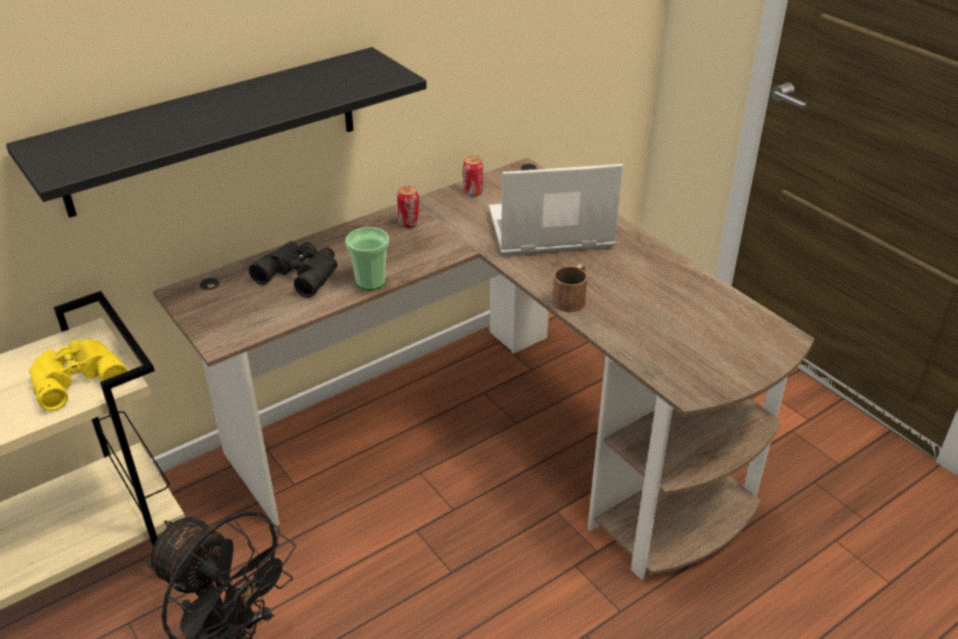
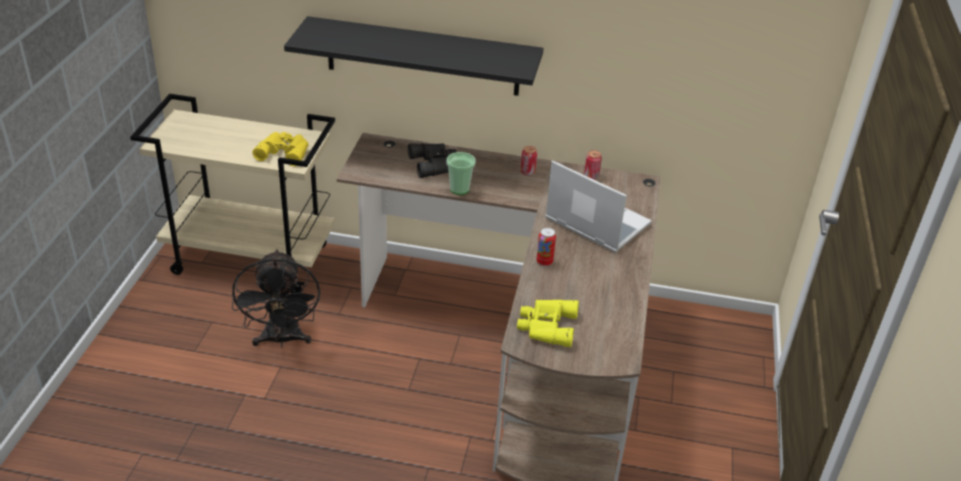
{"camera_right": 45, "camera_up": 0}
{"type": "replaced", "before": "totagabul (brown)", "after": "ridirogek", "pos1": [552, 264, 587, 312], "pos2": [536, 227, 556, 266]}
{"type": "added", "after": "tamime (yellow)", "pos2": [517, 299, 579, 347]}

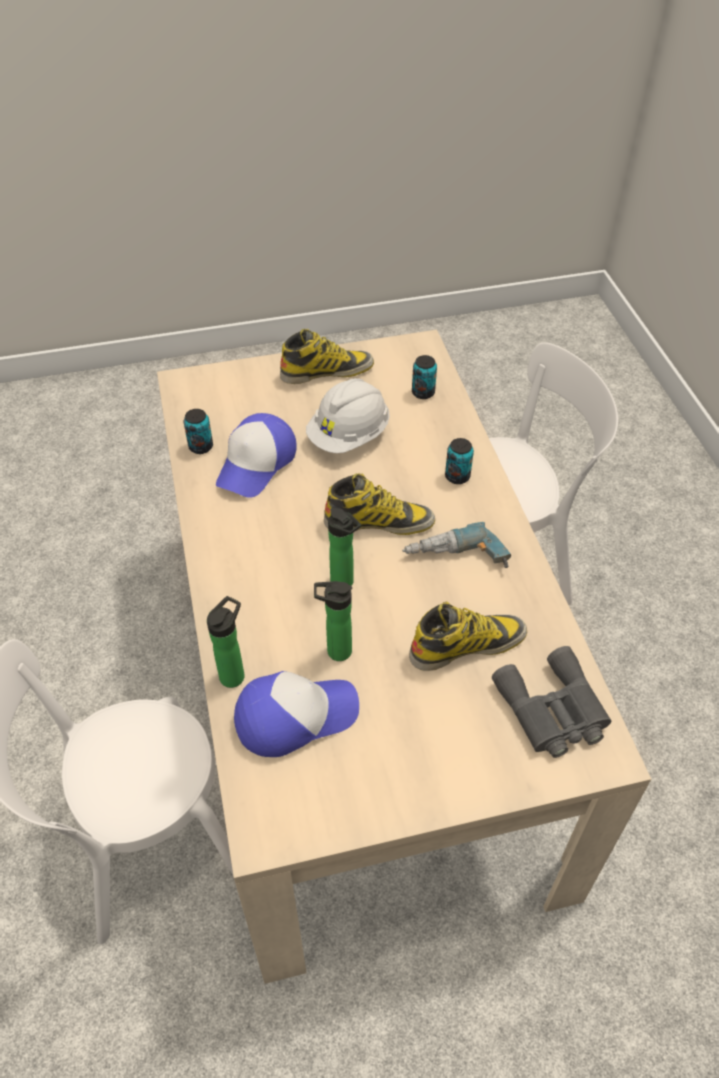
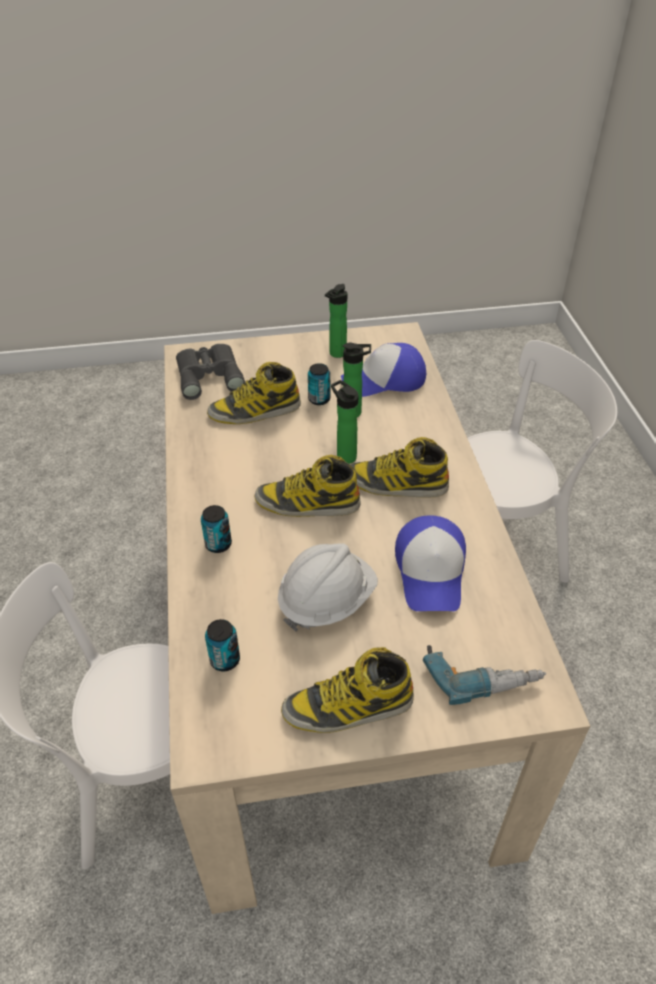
{"camera_right": -175, "camera_up": -5}
{"type": "moved", "before": "ridirogek", "pos1": [184, 409, 213, 454], "pos2": [308, 363, 330, 405]}
{"type": "turned", "before": "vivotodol", "pos1": [216, 413, 297, 497], "pos2": [395, 515, 466, 611], "turn": 150}
{"type": "moved", "before": "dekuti", "pos1": [402, 522, 511, 568], "pos2": [423, 645, 546, 705]}
{"type": "moved", "before": "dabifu", "pos1": [207, 596, 244, 688], "pos2": [325, 284, 347, 358]}
{"type": "added", "after": "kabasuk", "pos2": [350, 437, 449, 498]}

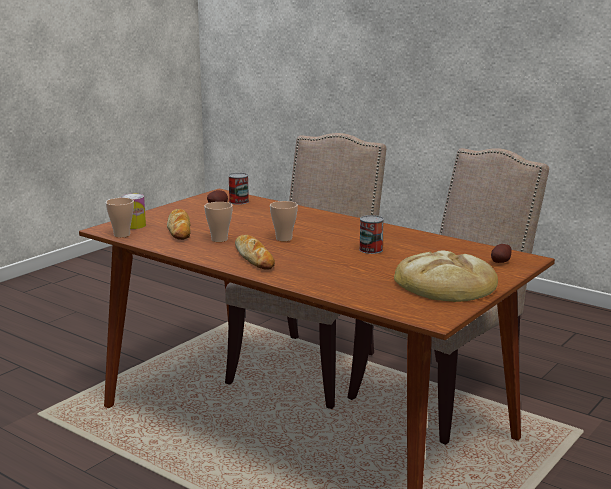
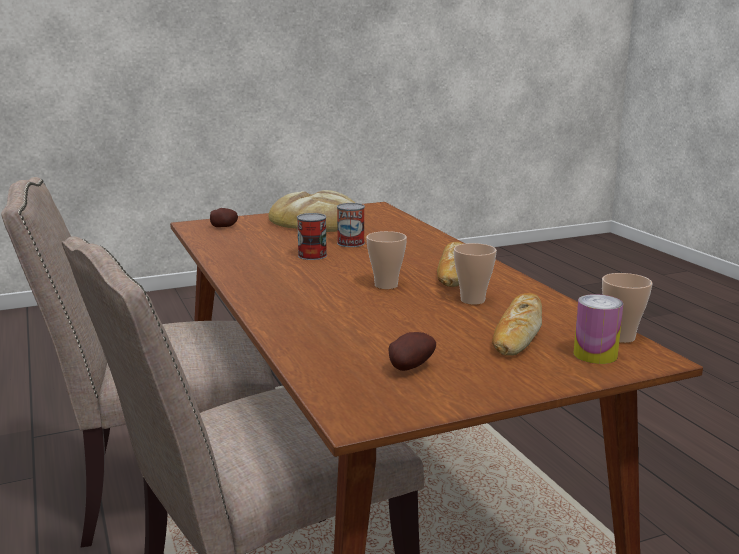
{"camera_right": -150, "camera_up": 0}
{"type": "moved", "before": "ridirogek", "pos1": [228, 173, 249, 205], "pos2": [337, 203, 365, 247]}

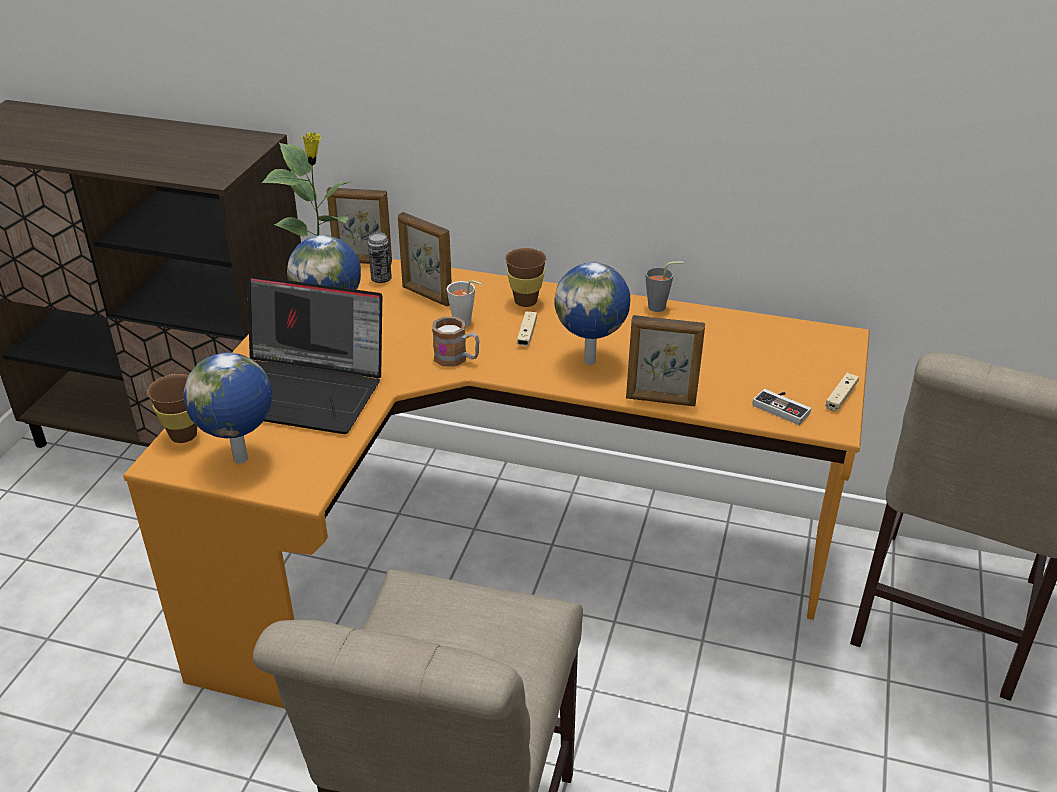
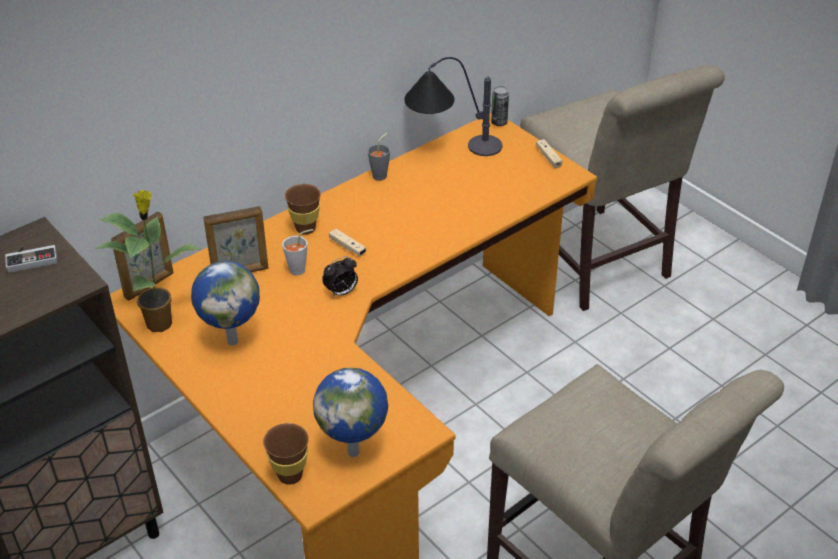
{"camera_right": -55, "camera_up": 5}
{"type": "moved", "before": "ridirogek", "pos1": [368, 232, 392, 283], "pos2": [491, 86, 509, 126]}
{"type": "removed", "before": "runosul", "pos1": [554, 263, 630, 365]}
{"type": "removed", "before": "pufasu", "pos1": [247, 275, 382, 434]}
{"type": "removed", "before": "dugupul", "pos1": [626, 315, 705, 406]}
{"type": "replaced", "before": "totagabul", "after": "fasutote", "pos1": [432, 316, 479, 367], "pos2": [322, 256, 358, 298]}
{"type": "moved", "before": "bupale", "pos1": [752, 389, 811, 425], "pos2": [5, 245, 57, 273]}
{"type": "added", "after": "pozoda", "pos2": [404, 57, 502, 156]}

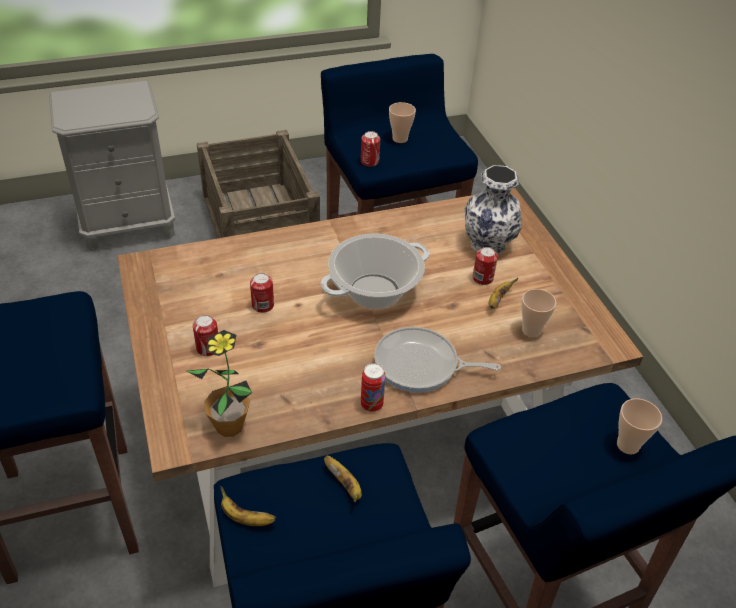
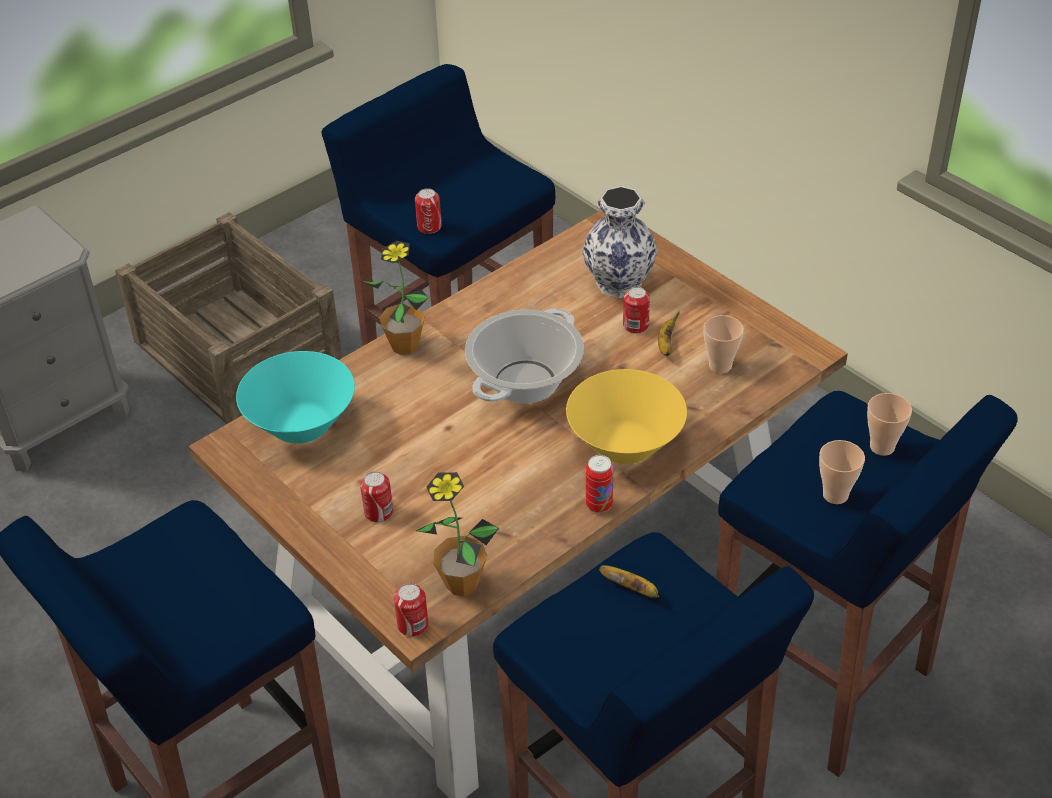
{"camera_right": -20, "camera_up": 0}
{"type": "moved", "before": "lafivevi", "pos1": [389, 102, 416, 143], "pos2": [819, 440, 865, 504]}
{"type": "moved", "before": "ridirogek", "pos1": [250, 273, 274, 313], "pos2": [394, 583, 428, 637]}
{"type": "replaced", "before": "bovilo", "after": "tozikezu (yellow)", "pos1": [374, 327, 501, 393], "pos2": [566, 369, 687, 464]}
{"type": "removed", "before": "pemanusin", "pos1": [220, 486, 276, 526]}
{"type": "added", "after": "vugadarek", "pos2": [362, 241, 428, 355]}
{"type": "added", "after": "tozikezu (turquoise)", "pos2": [236, 351, 355, 444]}

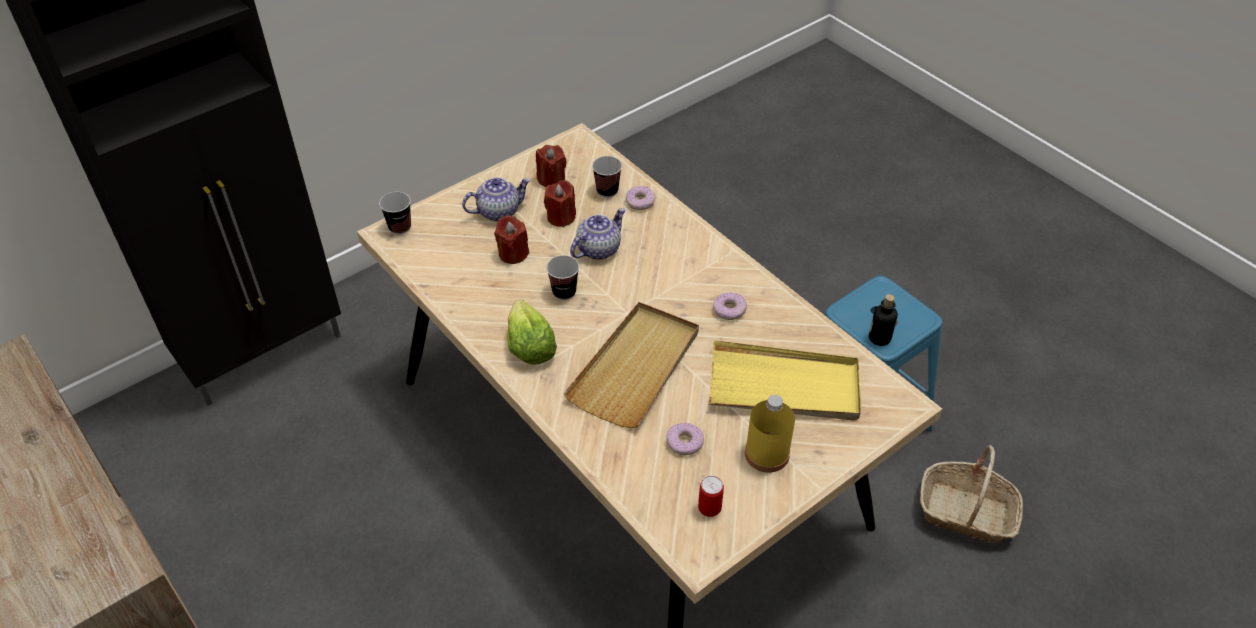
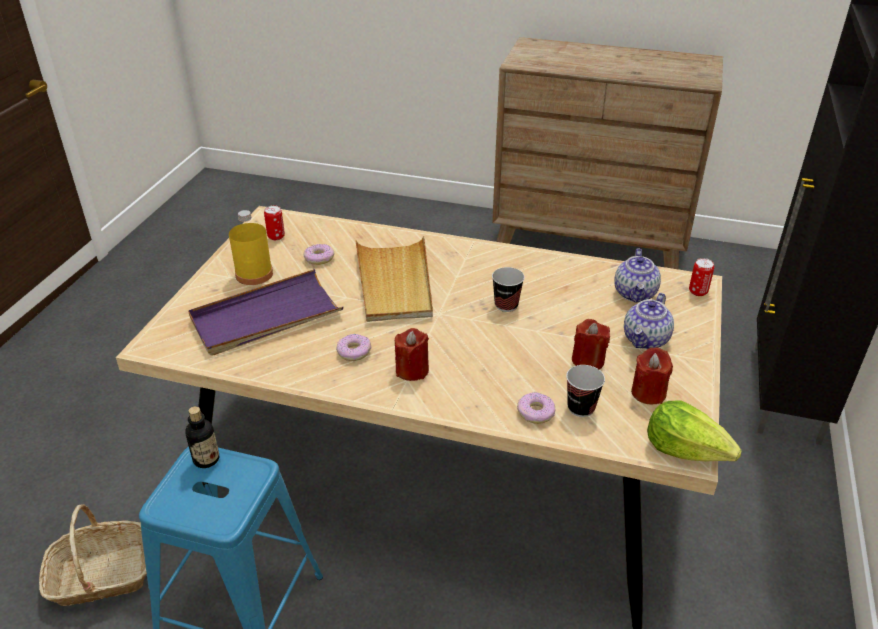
{"camera_right": 145, "camera_up": -10}
{"type": "replaced", "before": "lafivevi", "after": "ridirogek", "pos1": [379, 192, 411, 234], "pos2": [689, 258, 714, 296]}
{"type": "moved", "before": "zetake", "pos1": [570, 208, 626, 260], "pos2": [614, 248, 661, 303]}
{"type": "moved", "before": "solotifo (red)", "pos1": [494, 215, 529, 264], "pos2": [395, 328, 429, 381]}
{"type": "moved", "before": "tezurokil", "pos1": [507, 300, 557, 365], "pos2": [647, 400, 742, 461]}
{"type": "recoloured", "before": "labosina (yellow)", "after": "labosina (purple)", "pos1": [709, 340, 861, 421], "pos2": [188, 269, 343, 355]}

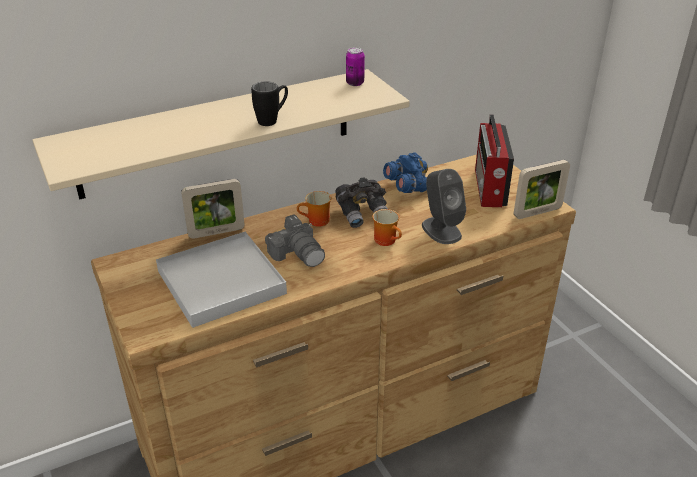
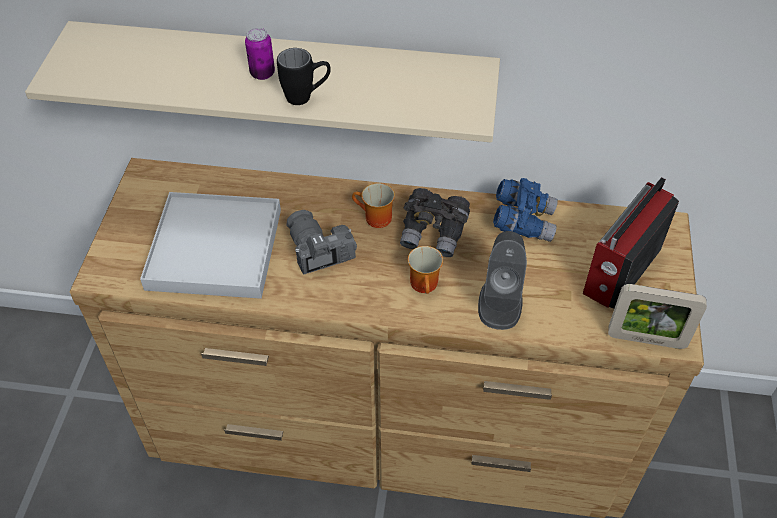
{"camera_right": 35, "camera_up": 15}
{"type": "moved", "before": "ridirogek", "pos1": [346, 47, 365, 86], "pos2": [245, 28, 275, 80]}
{"type": "removed", "before": "dugupul", "pos1": [181, 179, 245, 239]}
{"type": "turned", "before": "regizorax", "pos1": [265, 215, 325, 267], "pos2": [286, 210, 357, 275], "turn": 150}

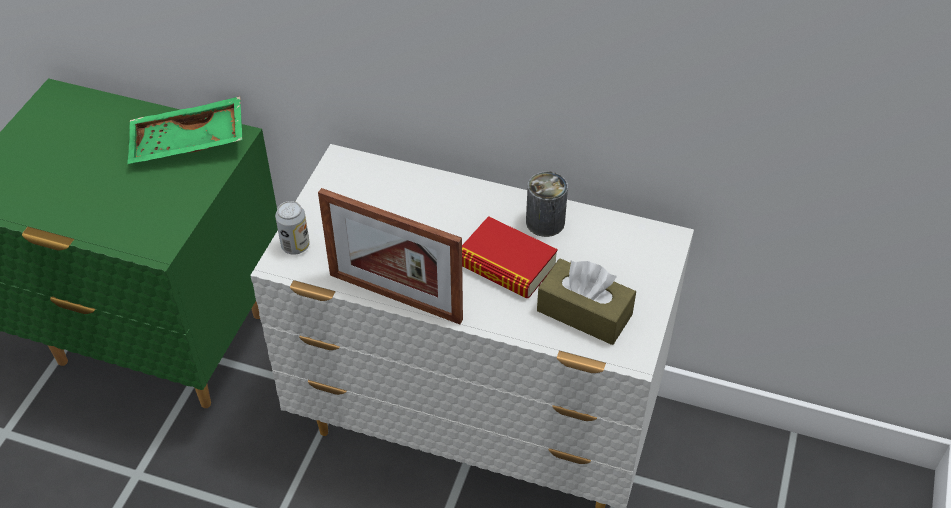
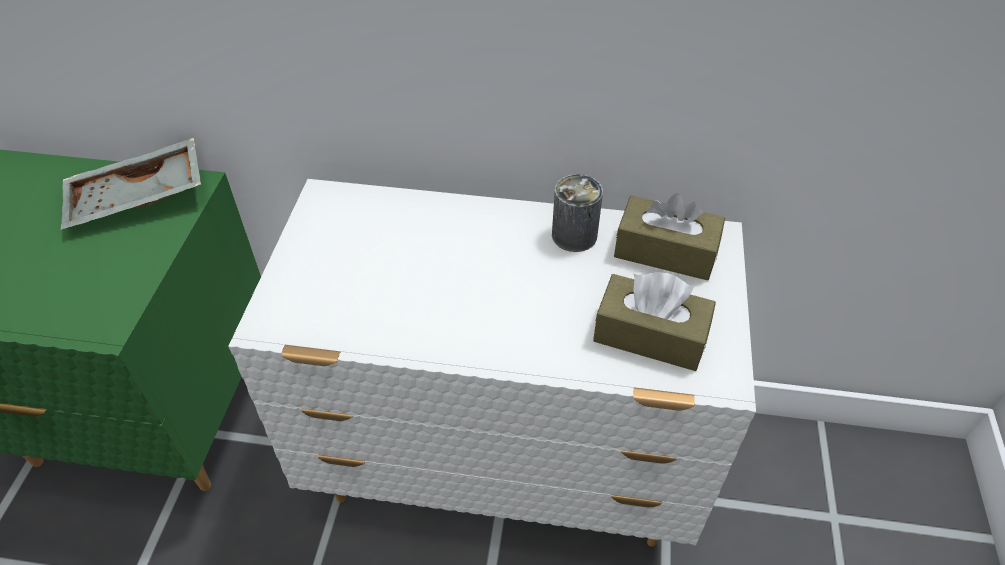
{"camera_right": -10, "camera_up": 0}
{"type": "recoloured", "before": "labosina (green)", "after": "labosina (grey)", "pos1": [127, 96, 242, 164], "pos2": [61, 137, 201, 230]}
{"type": "removed", "before": "dugupul", "pos1": [318, 188, 463, 324]}
{"type": "removed", "before": "ridirogek", "pos1": [275, 201, 310, 254]}
{"type": "removed", "before": "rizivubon", "pos1": [462, 216, 558, 299]}
{"type": "added", "after": "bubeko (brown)", "pos2": [614, 193, 725, 281]}

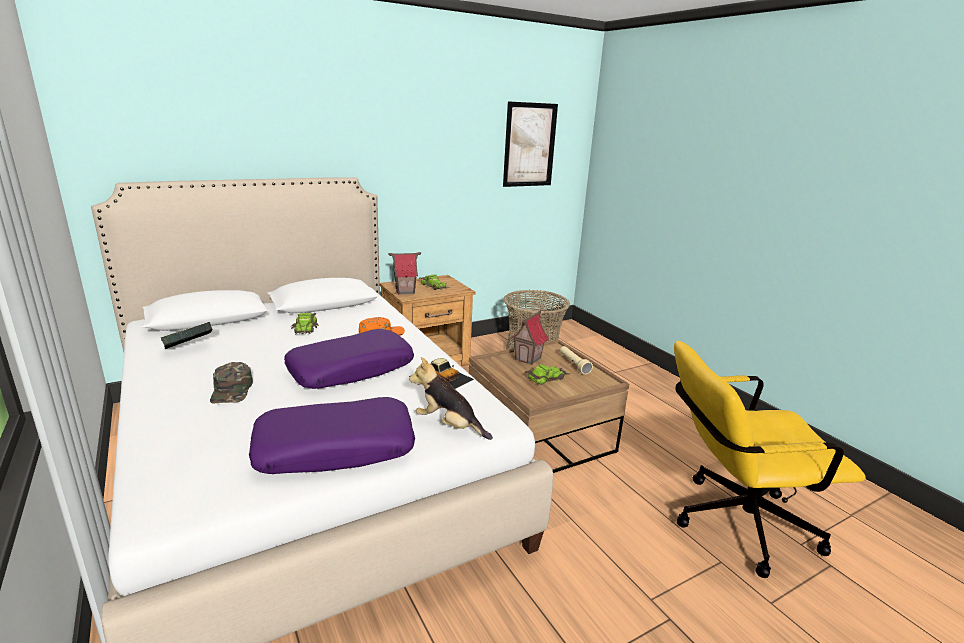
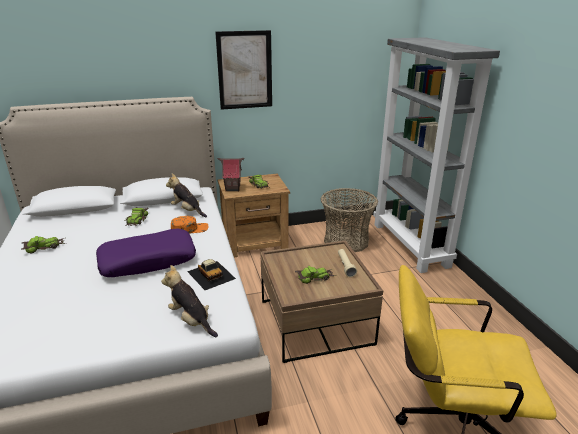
{"camera_right": 15, "camera_up": 5}
{"type": "moved", "before": "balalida", "pos1": [503, 101, 558, 187], "pos2": [215, 30, 272, 110]}
{"type": "removed", "before": "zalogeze", "pos1": [511, 310, 549, 365]}
{"type": "removed", "before": "rizivubon", "pos1": [161, 322, 213, 349]}
{"type": "removed", "before": "vivotodol (green)", "pos1": [210, 362, 253, 403]}
{"type": "removed", "before": "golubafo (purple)", "pos1": [249, 397, 415, 474]}
{"type": "added", "after": "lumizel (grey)", "pos2": [373, 37, 500, 273]}
{"type": "added", "after": "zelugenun", "pos2": [166, 174, 207, 217]}
{"type": "added", "after": "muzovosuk", "pos2": [21, 236, 65, 253]}

